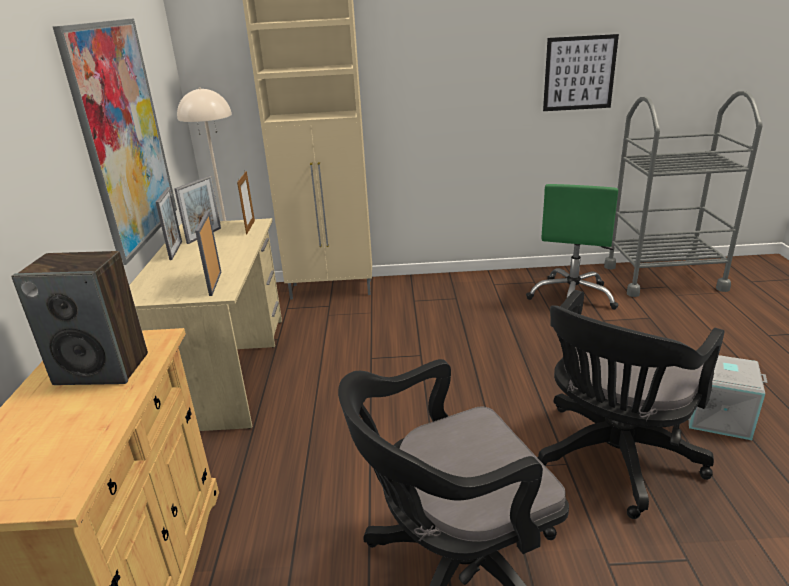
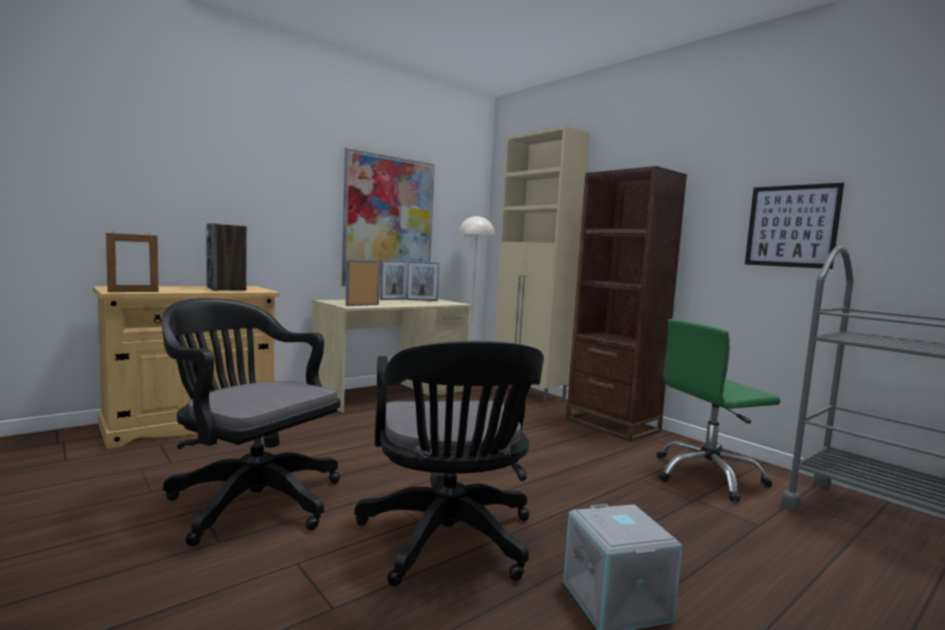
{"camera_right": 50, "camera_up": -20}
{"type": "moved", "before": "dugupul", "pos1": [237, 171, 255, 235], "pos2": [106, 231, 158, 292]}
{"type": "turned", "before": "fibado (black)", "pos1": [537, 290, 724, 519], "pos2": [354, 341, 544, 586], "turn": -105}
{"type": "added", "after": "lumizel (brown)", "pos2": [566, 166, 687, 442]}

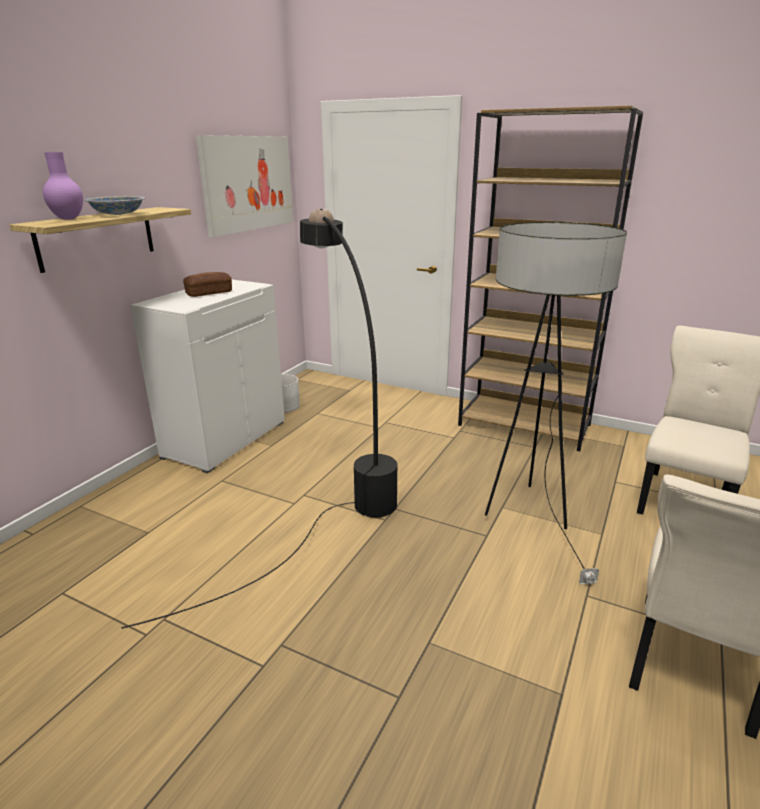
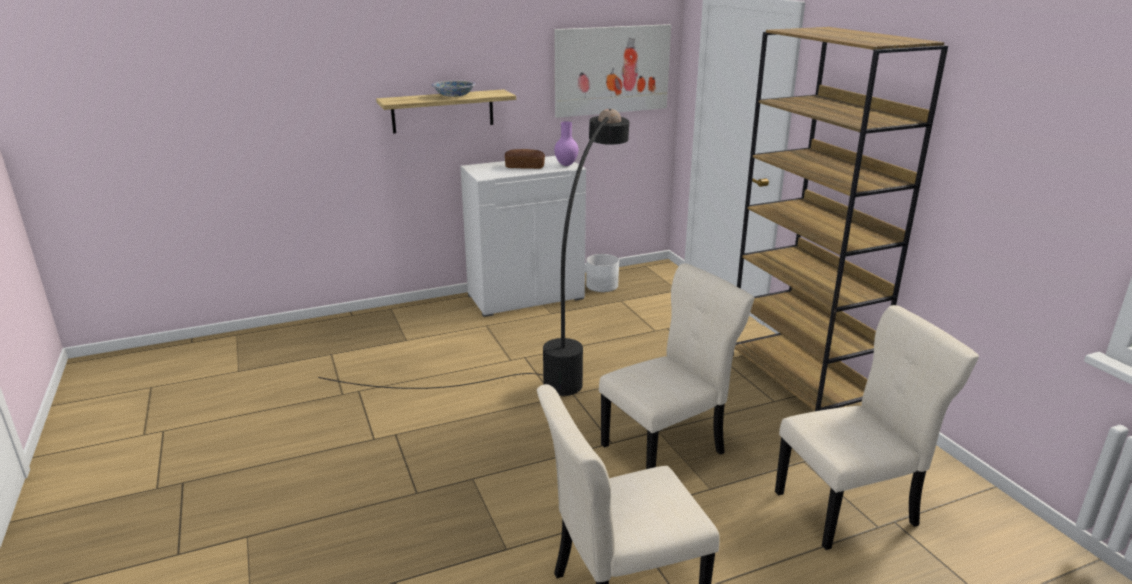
{"camera_right": 40, "camera_up": 0}
{"type": "moved", "before": "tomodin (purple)", "pos1": [43, 152, 83, 220], "pos2": [554, 121, 578, 166]}
{"type": "replaced", "before": "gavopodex", "after": "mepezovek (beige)", "pos1": [485, 222, 627, 585], "pos2": [599, 263, 754, 469]}

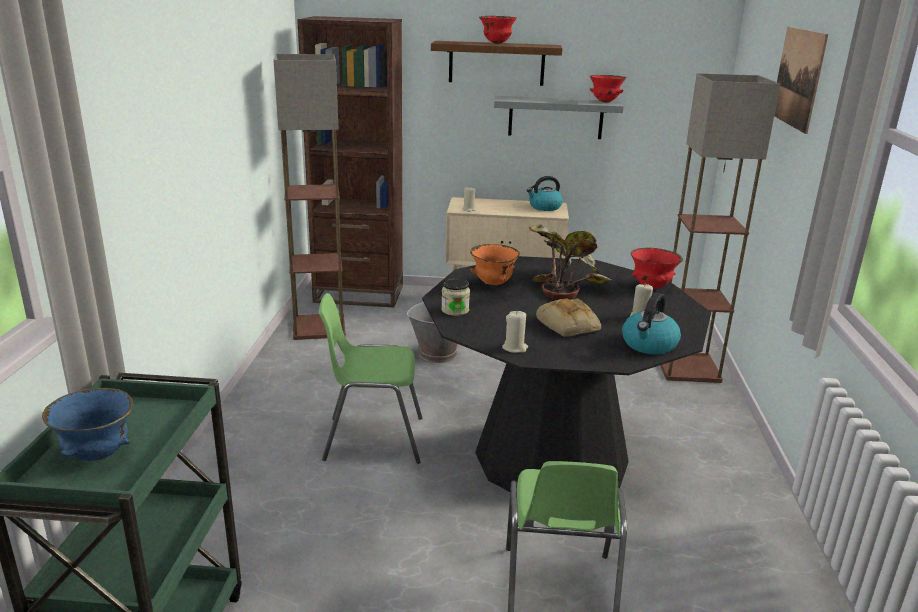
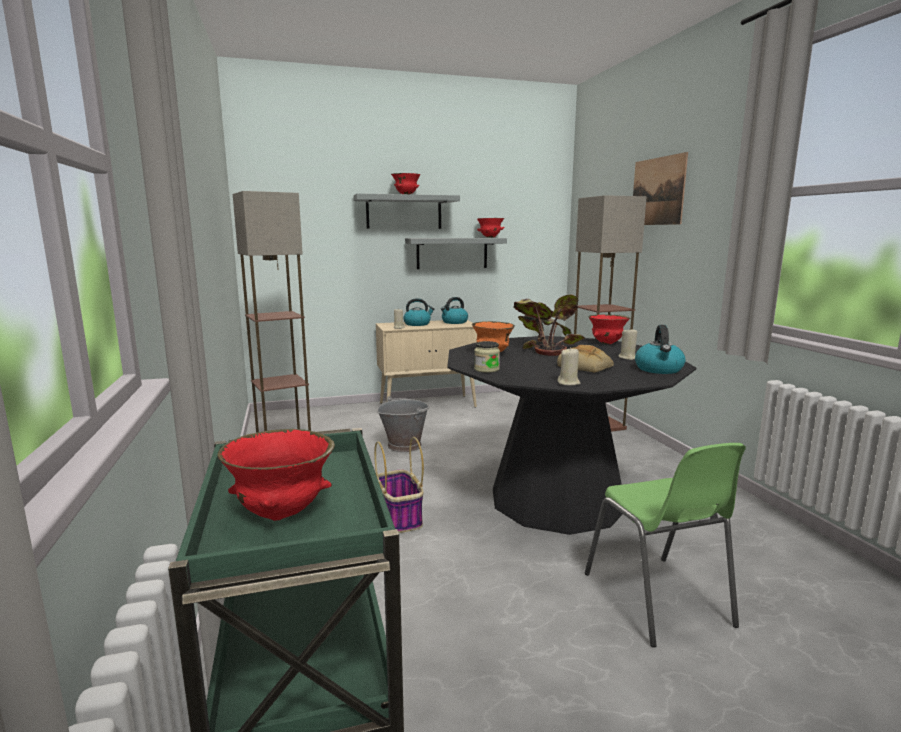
{"camera_right": -20, "camera_up": -10}
{"type": "removed", "before": "lumizel (brown)", "pos1": [297, 16, 403, 308]}
{"type": "recoloured", "before": "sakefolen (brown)", "after": "sakefolen (grey)", "pos1": [431, 41, 562, 86], "pos2": [353, 193, 460, 229]}
{"type": "replaced", "before": "mepezovek (green)", "after": "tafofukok", "pos1": [319, 293, 422, 464], "pos2": [374, 437, 424, 533]}
{"type": "recoloured", "before": "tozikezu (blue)", "after": "tozikezu (red)", "pos1": [42, 388, 133, 461], "pos2": [217, 429, 335, 521]}
{"type": "added", "after": "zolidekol", "pos2": [403, 298, 434, 326]}

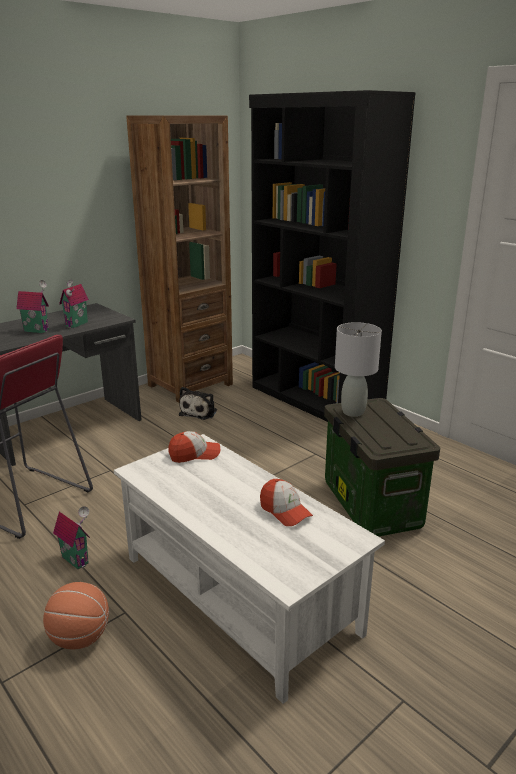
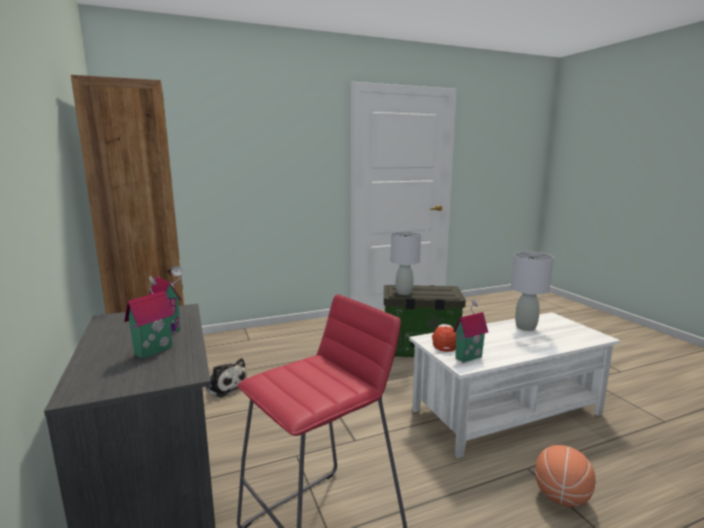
{"camera_right": -70, "camera_up": -10}
{"type": "removed", "before": "lumizel (black)", "pos1": [249, 90, 416, 422]}
{"type": "replaced", "before": "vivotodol", "after": "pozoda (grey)", "pos1": [260, 479, 313, 526], "pos2": [511, 252, 554, 331]}
{"type": "moved", "before": "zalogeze", "pos1": [53, 506, 90, 569], "pos2": [453, 299, 488, 363]}

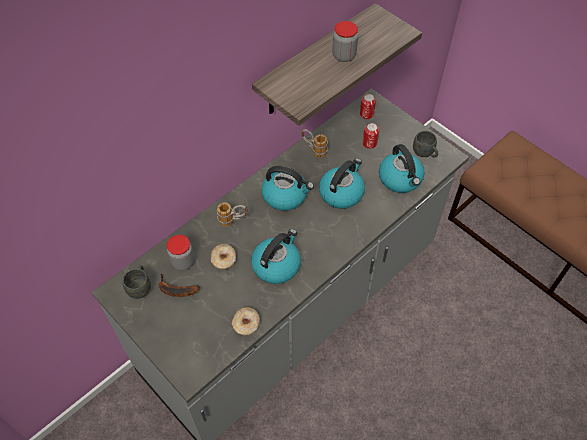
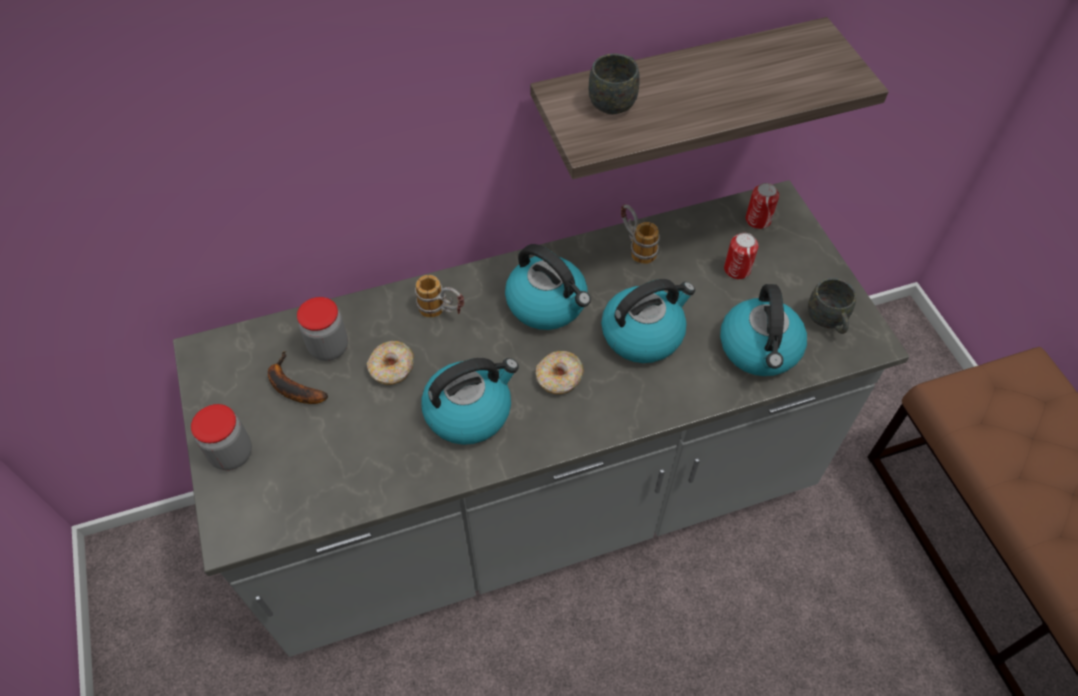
{"camera_right": 25, "camera_up": 0}
{"type": "moved", "before": "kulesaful", "pos1": [332, 21, 358, 62], "pos2": [191, 404, 252, 470]}
{"type": "moved", "before": "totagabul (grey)", "pos1": [123, 265, 151, 299], "pos2": [589, 53, 639, 114]}
{"type": "moved", "before": "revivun", "pos1": [232, 307, 260, 335], "pos2": [536, 351, 584, 394]}

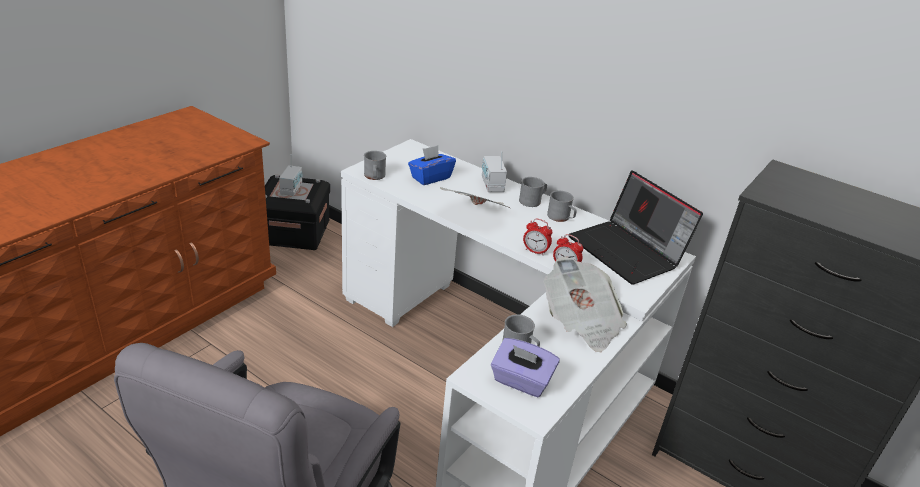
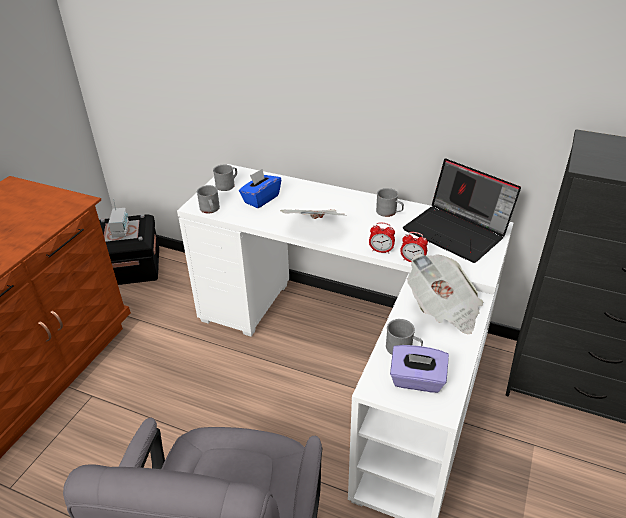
{"camera_right": -10, "camera_up": 5}
{"type": "removed", "before": "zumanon", "pos1": [482, 151, 507, 192]}
{"type": "moved", "before": "totagabul (grey)", "pos1": [519, 177, 547, 207], "pos2": [213, 164, 237, 191]}

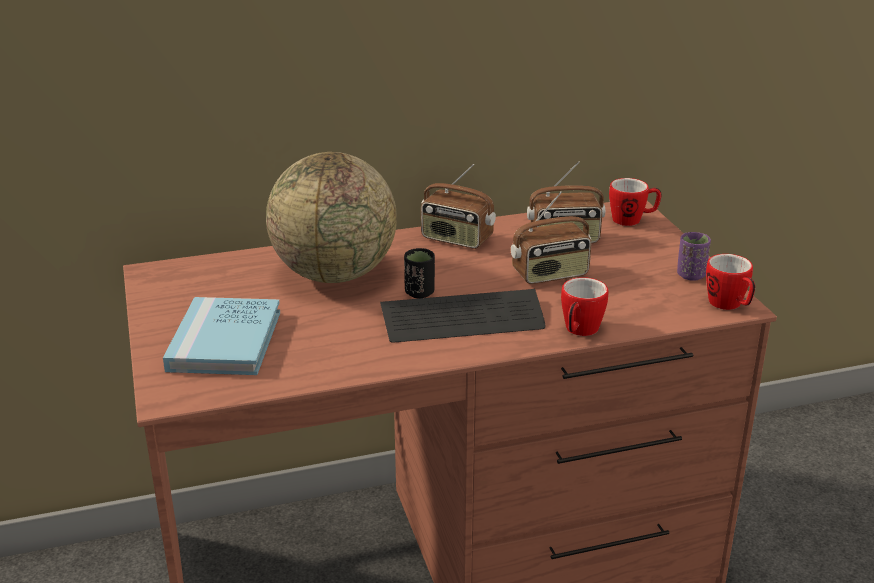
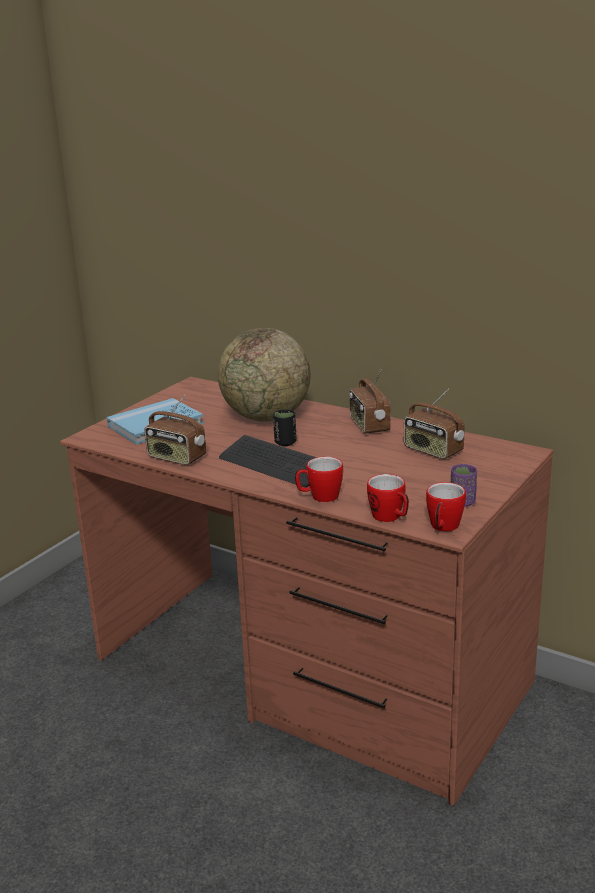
{"camera_right": 50, "camera_up": -5}
{"type": "moved", "before": "totagabul", "pos1": [609, 178, 662, 226], "pos2": [367, 474, 409, 522]}
{"type": "moved", "before": "zumanon", "pos1": [511, 191, 591, 284], "pos2": [145, 395, 206, 465]}

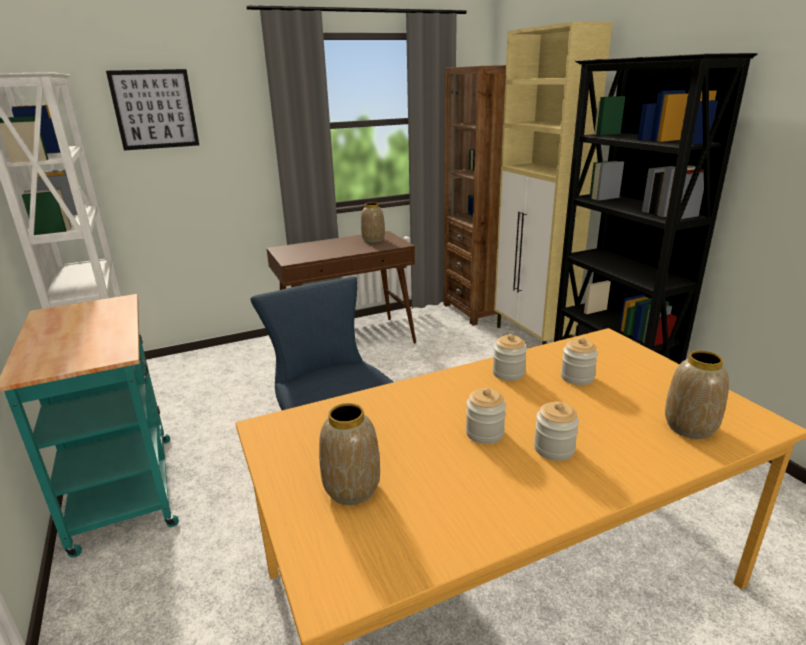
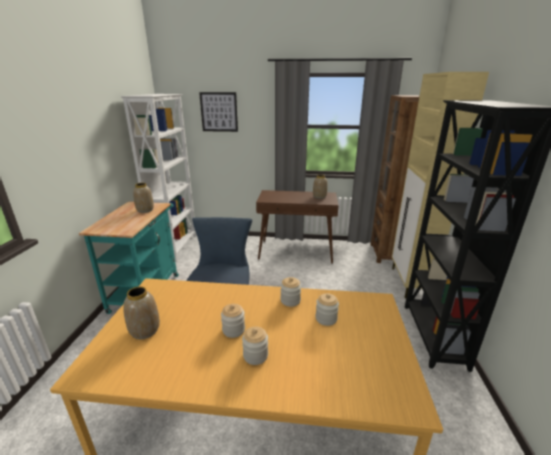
{"camera_right": 30, "camera_up": 0}
{"type": "moved", "before": "tomodin", "pos1": [665, 350, 729, 439], "pos2": [133, 183, 154, 213]}

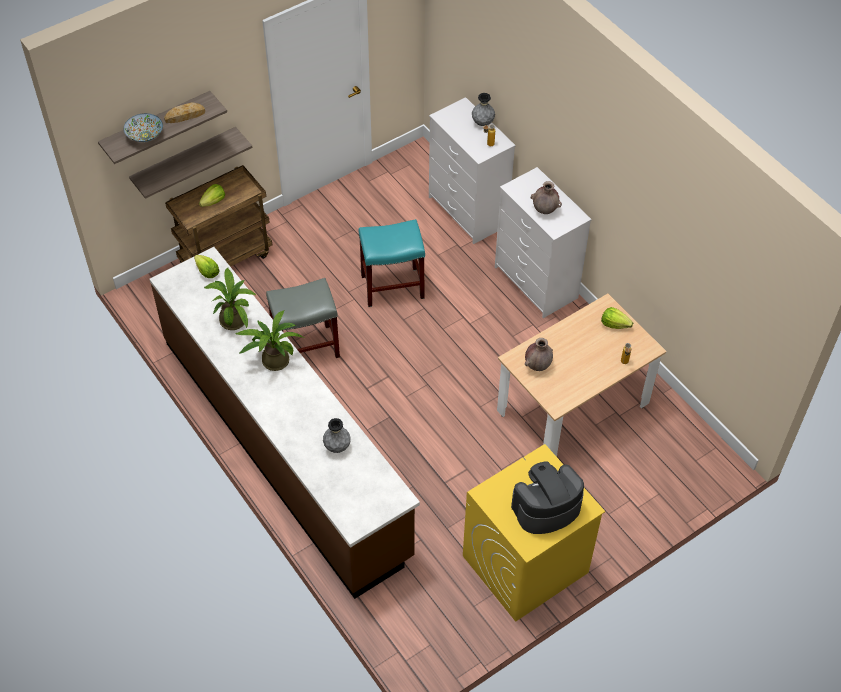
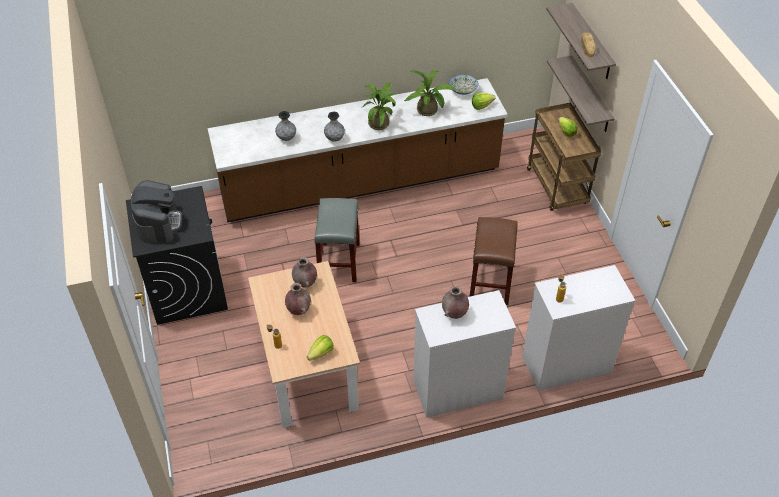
{"camera_right": 110, "camera_up": -5}
{"type": "moved", "before": "tomodin (grey)", "pos1": [472, 93, 495, 126], "pos2": [324, 112, 345, 142]}
{"type": "moved", "before": "tozikezu", "pos1": [124, 113, 163, 142], "pos2": [449, 74, 479, 95]}
{"type": "recoloured", "before": "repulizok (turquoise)", "after": "repulizok (brown)", "pos1": [358, 219, 425, 307], "pos2": [469, 217, 517, 305]}
{"type": "moved", "before": "repulizok (grey)", "pos1": [266, 278, 340, 358], "pos2": [314, 198, 360, 282]}
{"type": "recoloured", "before": "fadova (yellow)", "after": "fadova (black)", "pos1": [463, 444, 605, 622], "pos2": [126, 186, 228, 325]}
{"type": "added", "after": "tomodin (brown)", "pos2": [285, 283, 311, 315]}

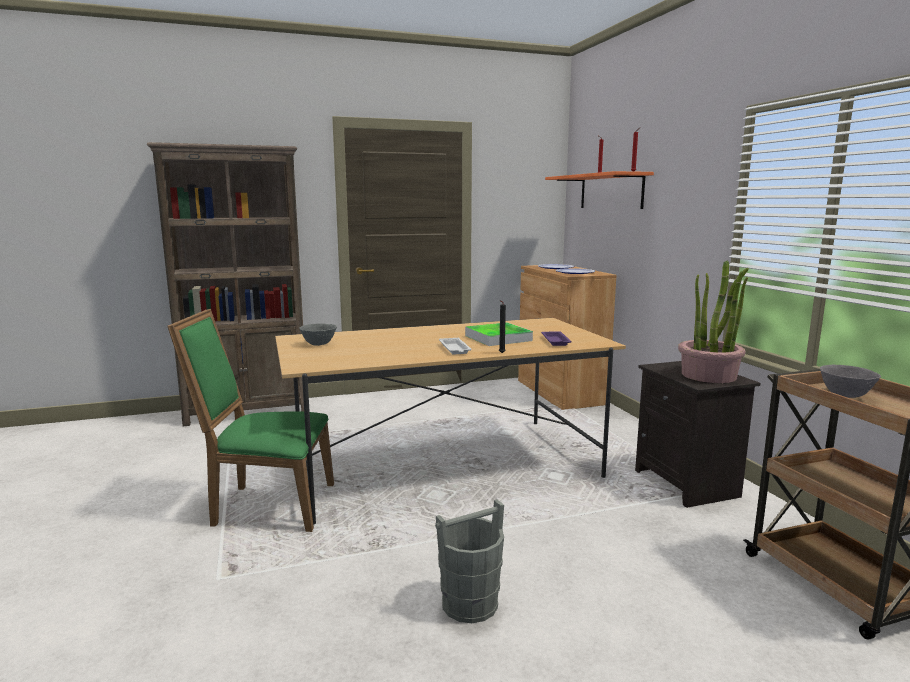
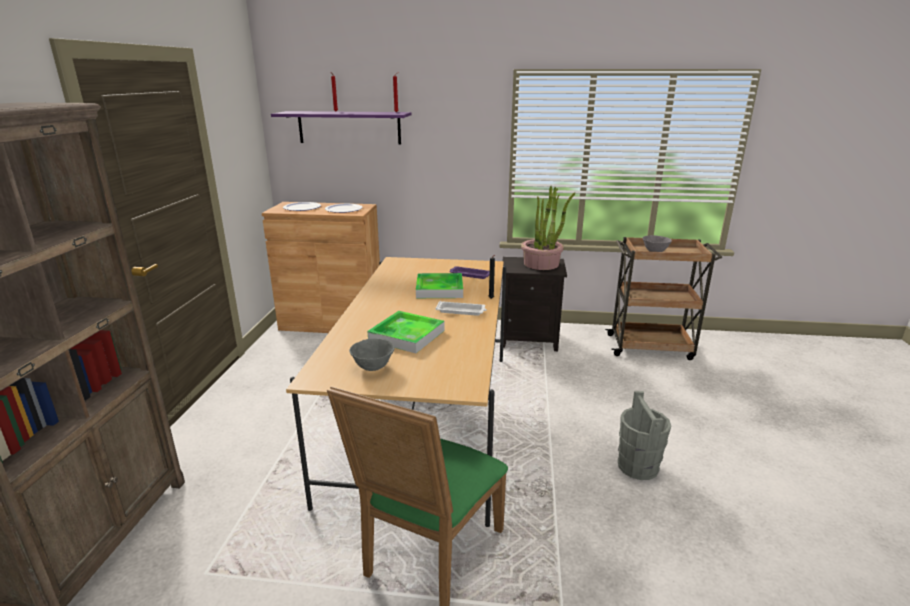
{"camera_right": -65, "camera_up": 10}
{"type": "recoloured", "before": "sakefolen (orange)", "after": "sakefolen (purple)", "pos1": [545, 171, 654, 209], "pos2": [271, 111, 411, 145]}
{"type": "added", "after": "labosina", "pos2": [367, 311, 445, 353]}

